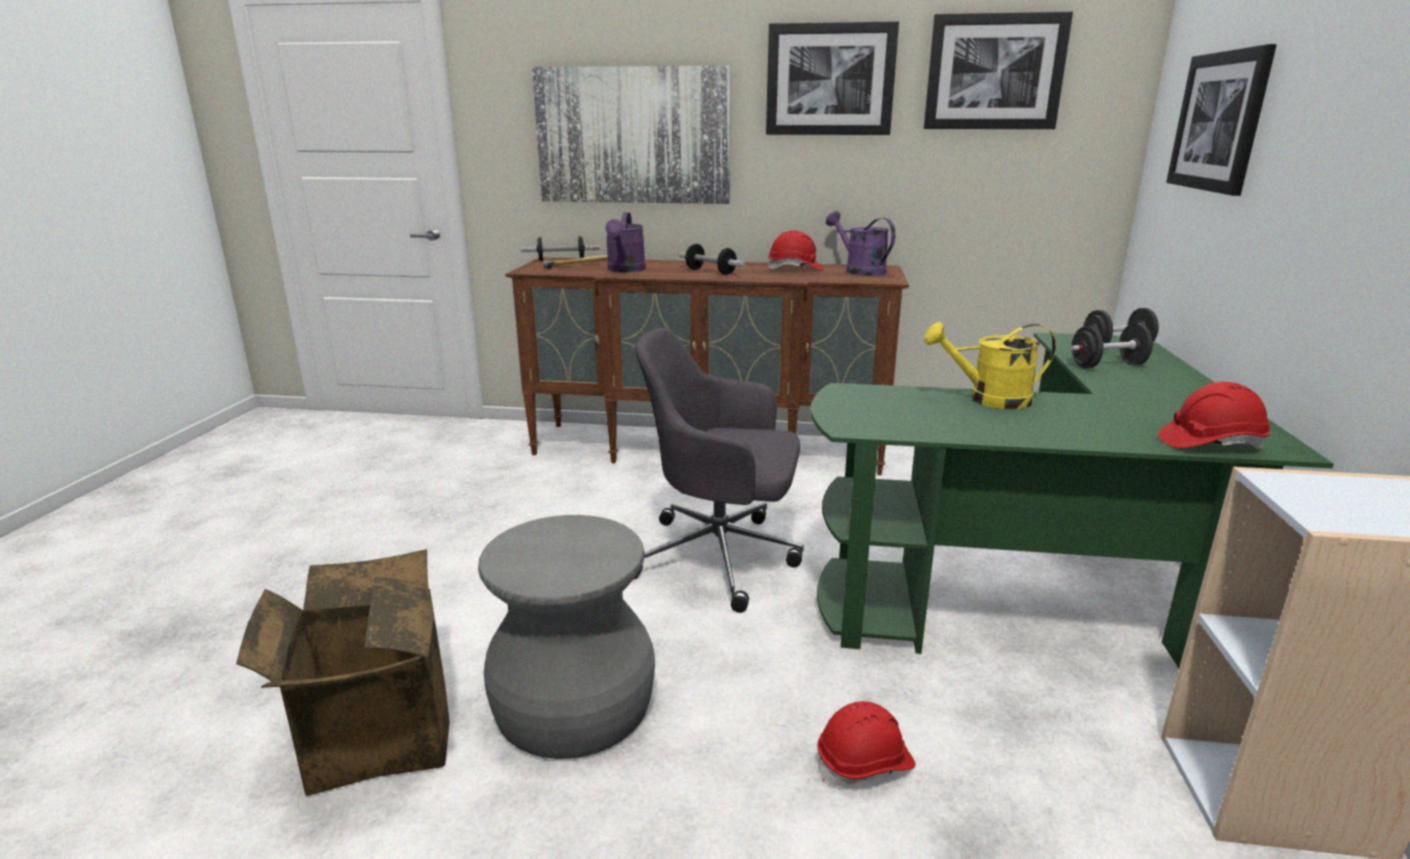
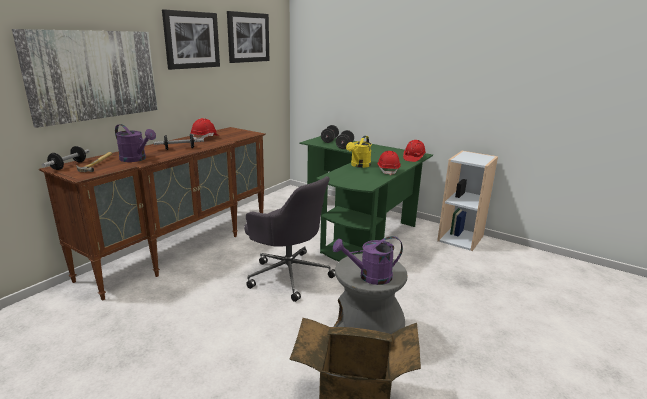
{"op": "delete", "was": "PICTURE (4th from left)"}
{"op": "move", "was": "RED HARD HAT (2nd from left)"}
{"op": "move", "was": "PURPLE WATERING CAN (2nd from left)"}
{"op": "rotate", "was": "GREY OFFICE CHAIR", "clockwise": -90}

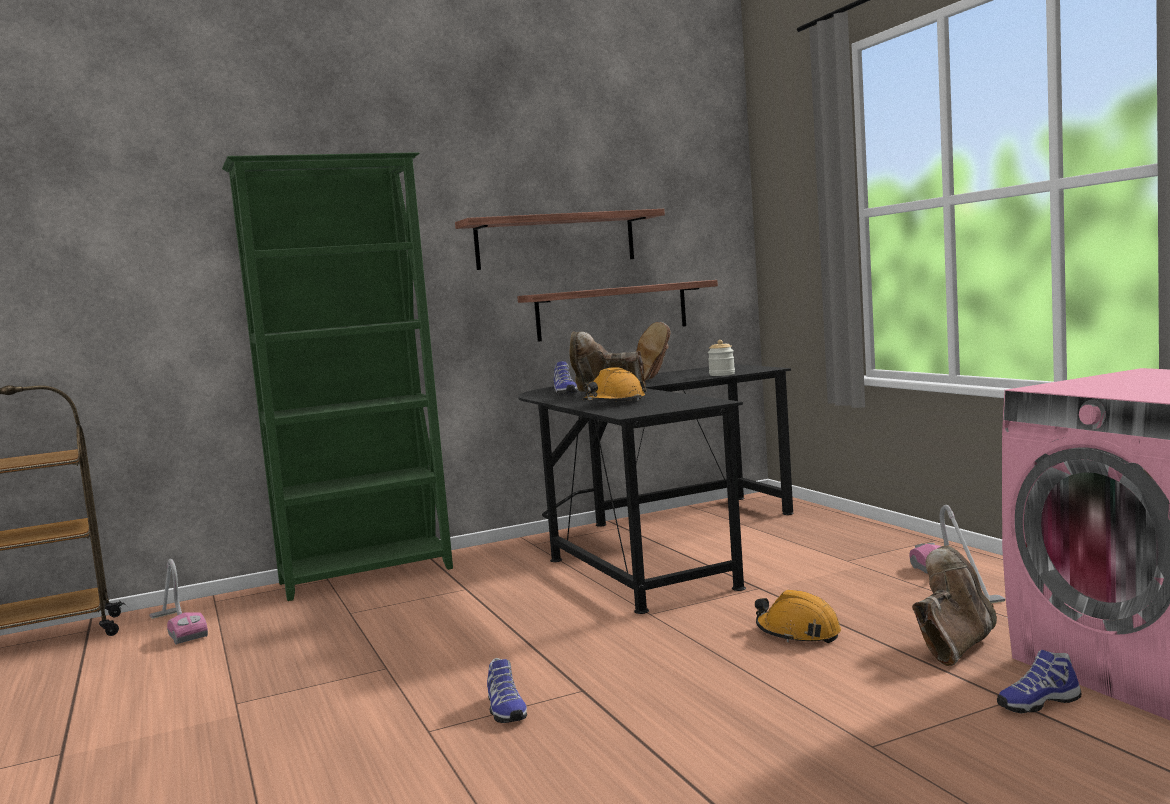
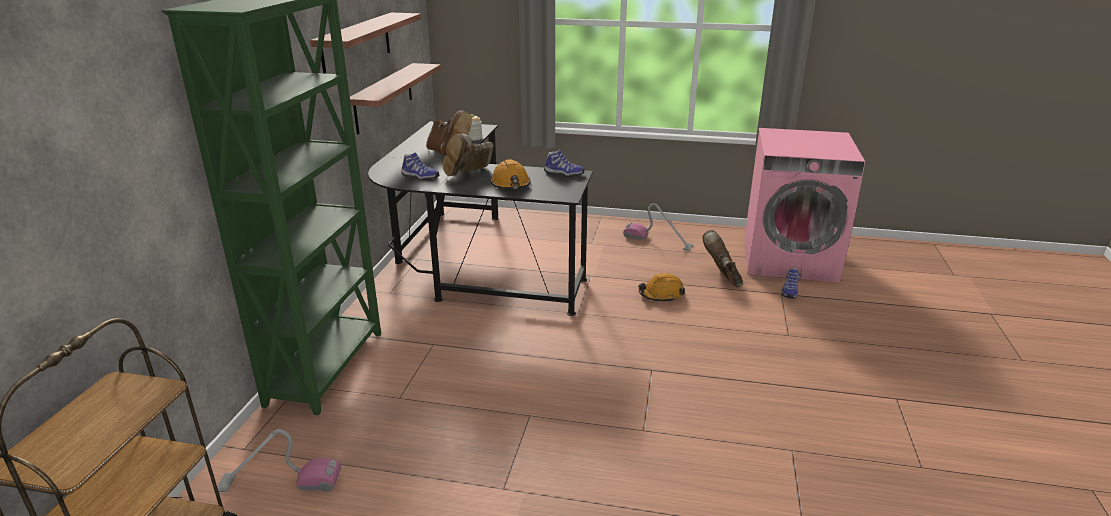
{"op": "move", "was": "SHOE (1st from left in the first image)", "now": "SHOE (2nd from left)"}

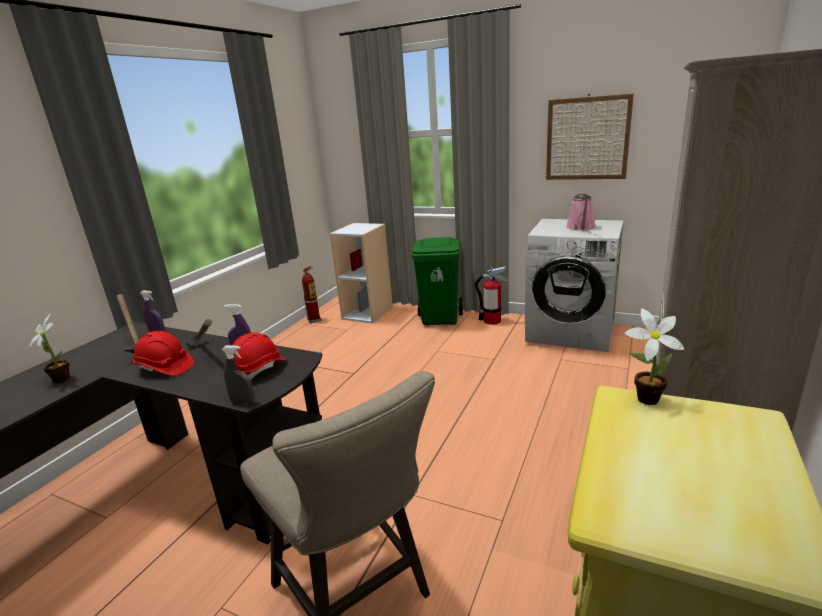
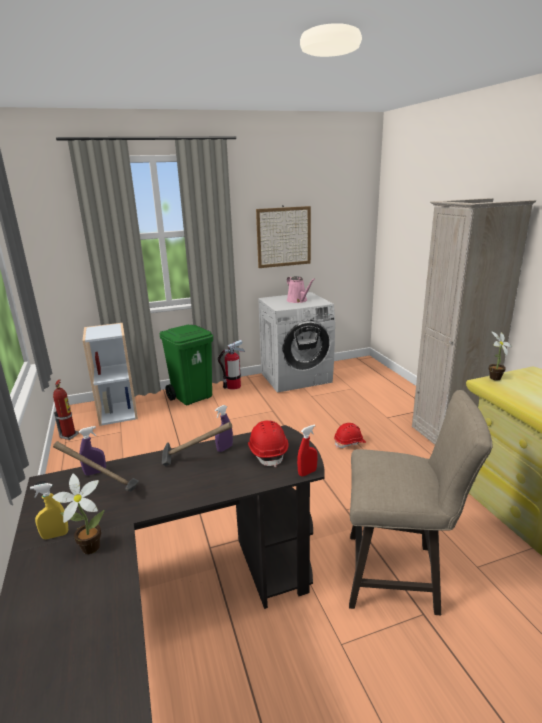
{"op": "insert", "now": "YELLOW SPRAY BOTTLE"}
{"op": "move", "was": "RED HARD HAT (1st from left in the first image)", "now": "RED HARD HAT (2nd from left)"}
{"op": "recolor", "was": "GREY SPRAY BOTTLE", "now": "RED SPRAY BOTTLE"}

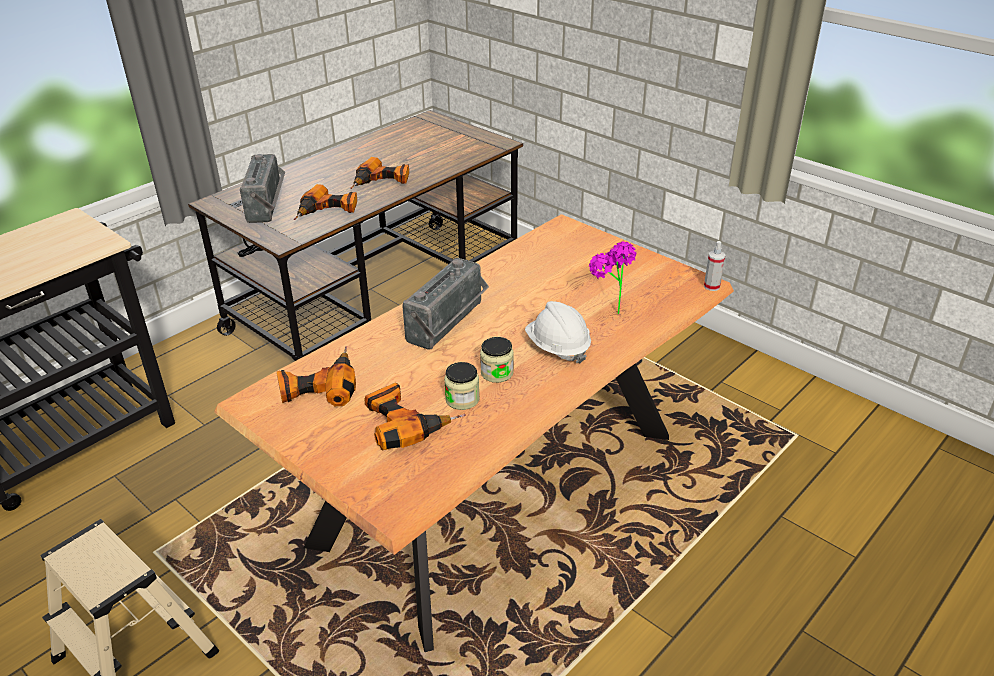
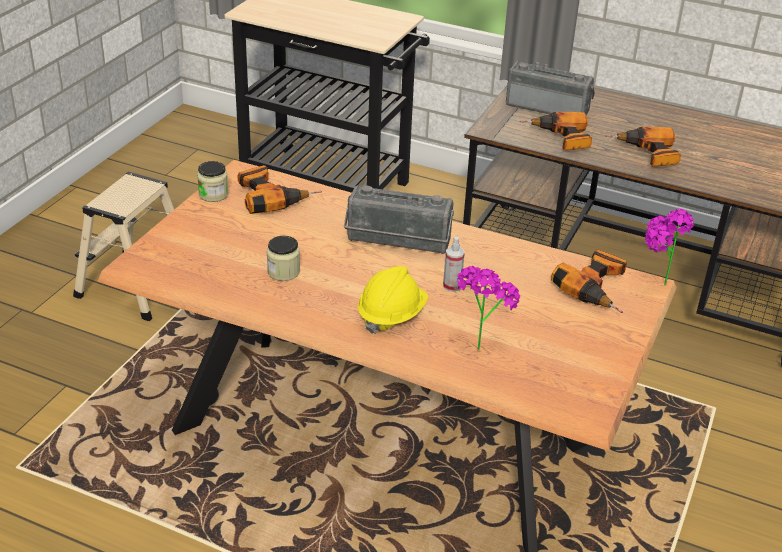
{"op": "insert", "now": "POTTED PLANT (2nd from left)"}
{"op": "move", "was": "POWER DRILL (4th from left in the first image)", "now": "POWER DRILL (3rd from left)"}
{"op": "move", "was": "JAR (2nd from left in the first image)", "now": "JAR (1st from left)"}
{"op": "move", "was": "SPRAY BOTTLE"}
{"op": "recolor", "was": "WHITE HARD HAT", "now": "YELLOW HARD HAT"}
{"op": "rotate", "was": "RADIO (1st from left in the first image)", "clockwise": -135}

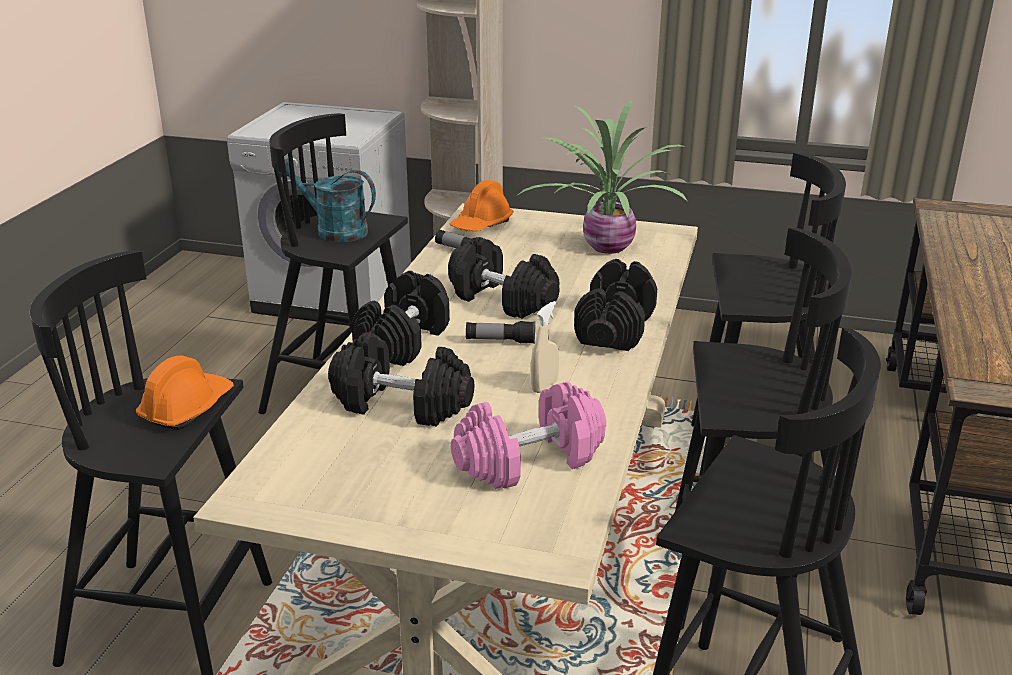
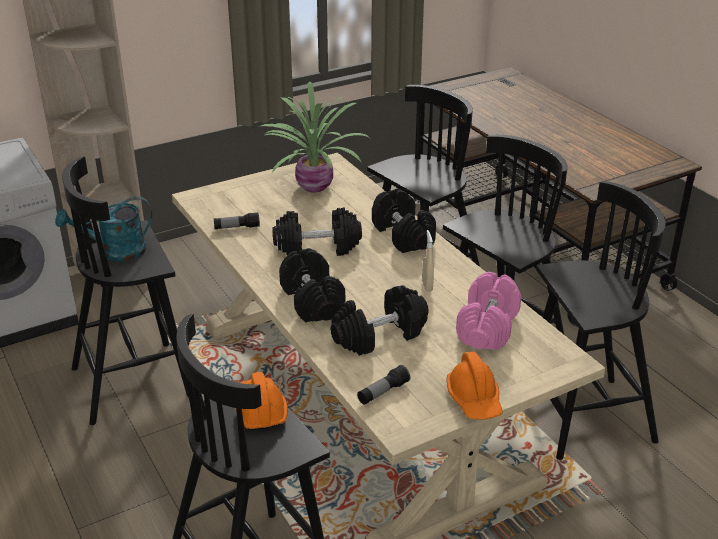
{"op": "move", "was": "ORANGE HARD HAT (2nd from left)"}
{"op": "move", "was": "FLASHLIGHT (2nd from left)"}

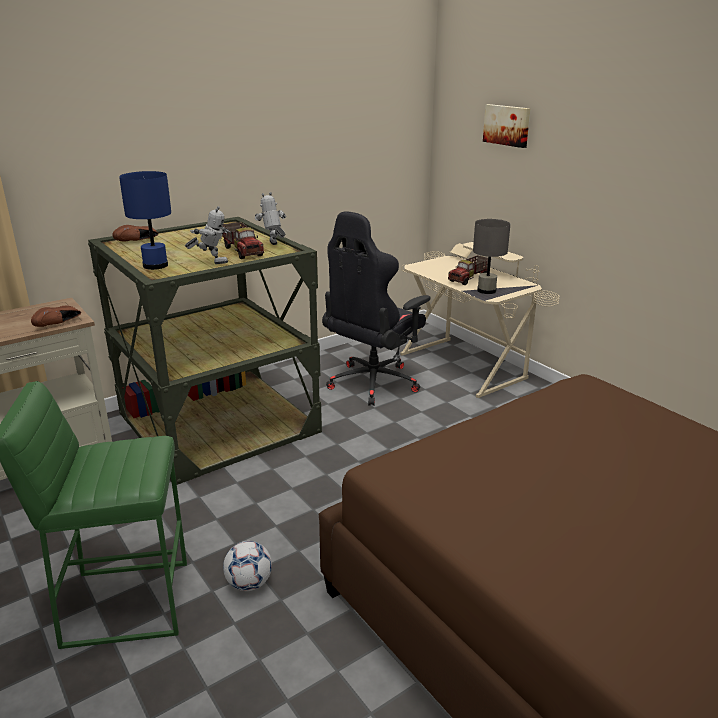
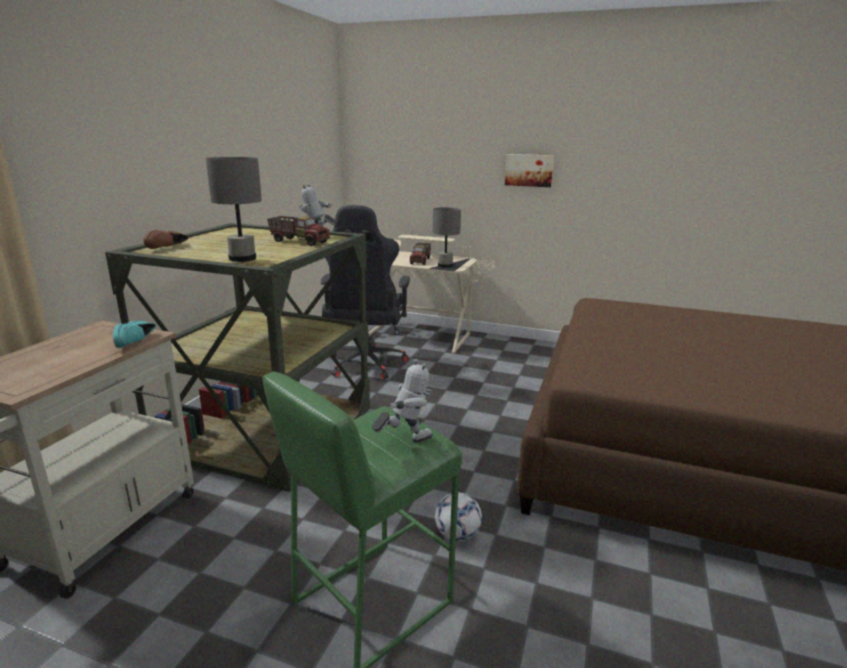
{"op": "move", "was": "TOY ROBOT (1st from left in the first image)", "now": "TOY ROBOT (2nd from left)"}
{"op": "move", "was": "PICTURE"}
{"op": "recolor", "was": "BROWN SHOE (1st from left)", "now": "TURQUOISE SHOE"}
{"op": "recolor", "was": "BLUE TABLE LAMP", "now": "GREY TABLE LAMP (1st from left)"}

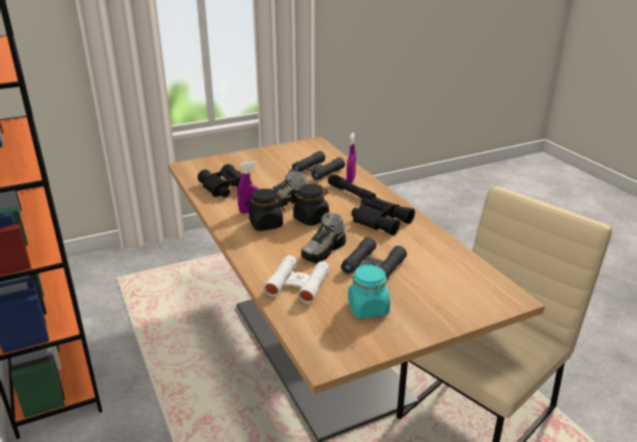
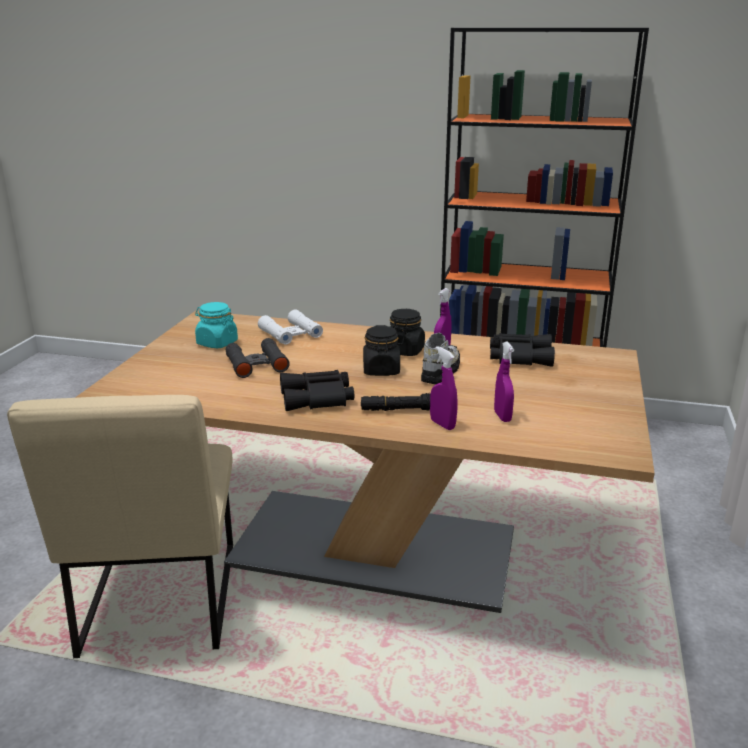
{"op": "delete", "was": "SHOE (2nd from left)"}
{"op": "replace", "was": "BLACK BINOCULARS (2nd from left)", "now": "PURPLE SPRAY BOTTLE (3rd from left)"}

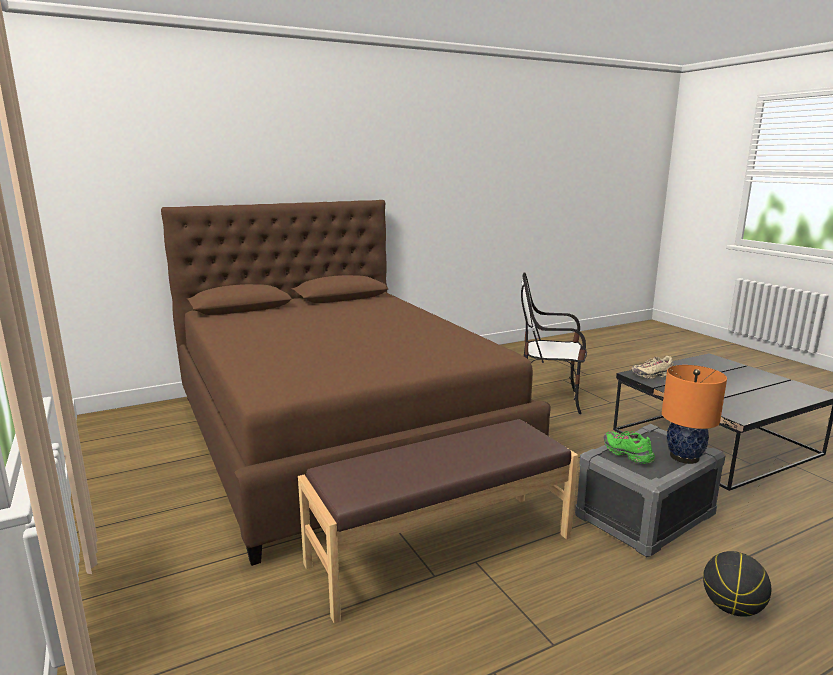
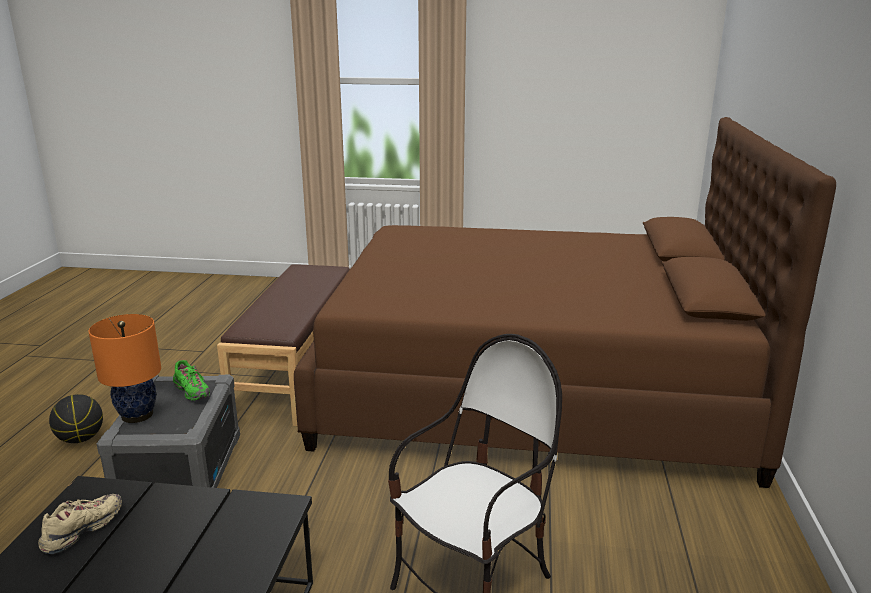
{"op": "move", "was": "BEIGE SHOE"}
{"op": "rotate", "was": "GREEN SHOE", "clockwise": 45}

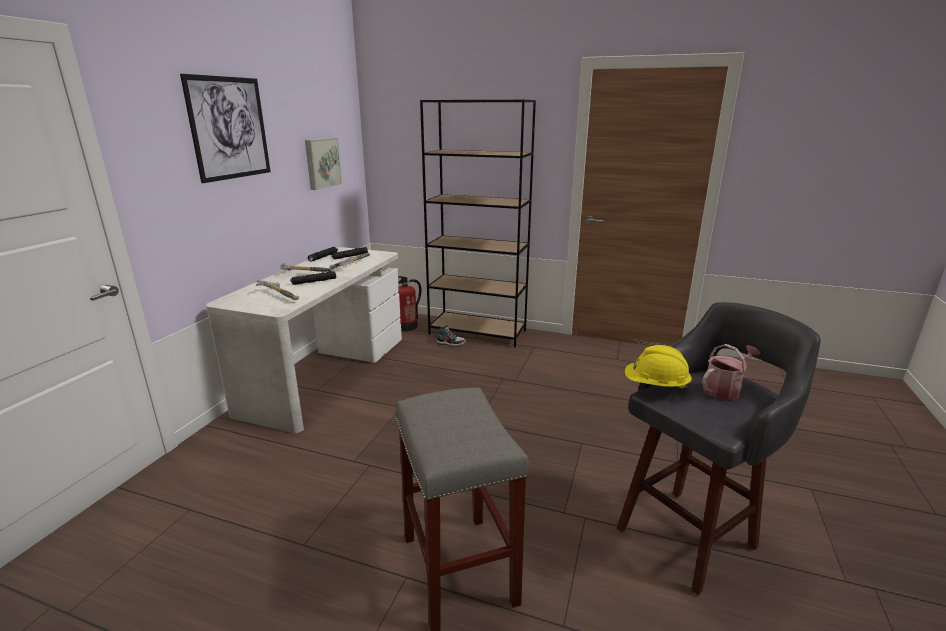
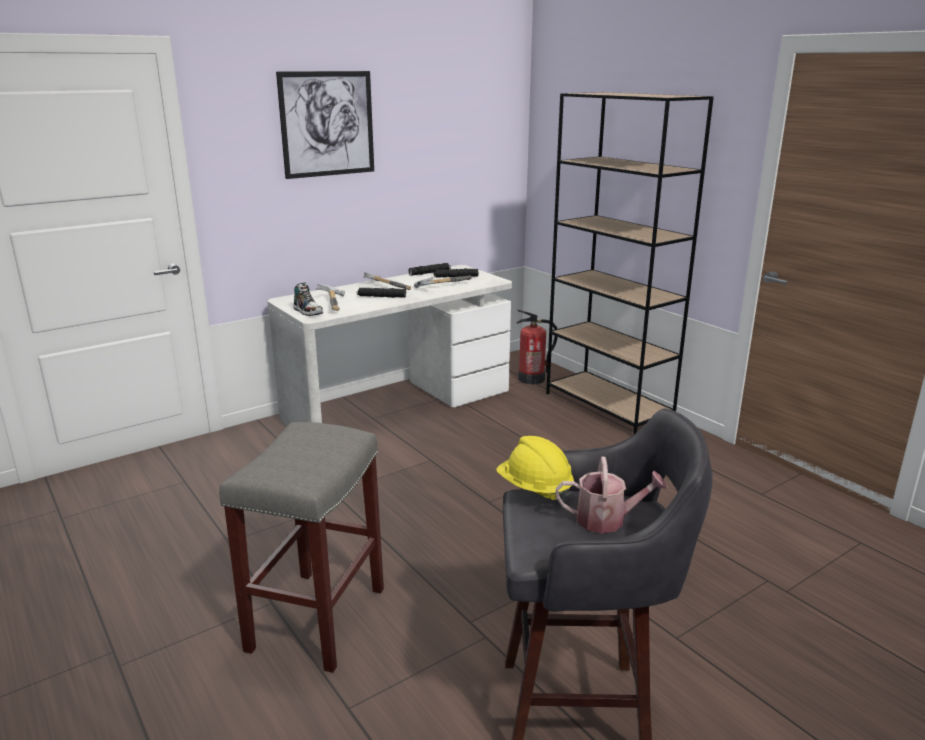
{"op": "delete", "was": "PICTURE (2nd from left)"}
{"op": "move", "was": "SHOE"}

